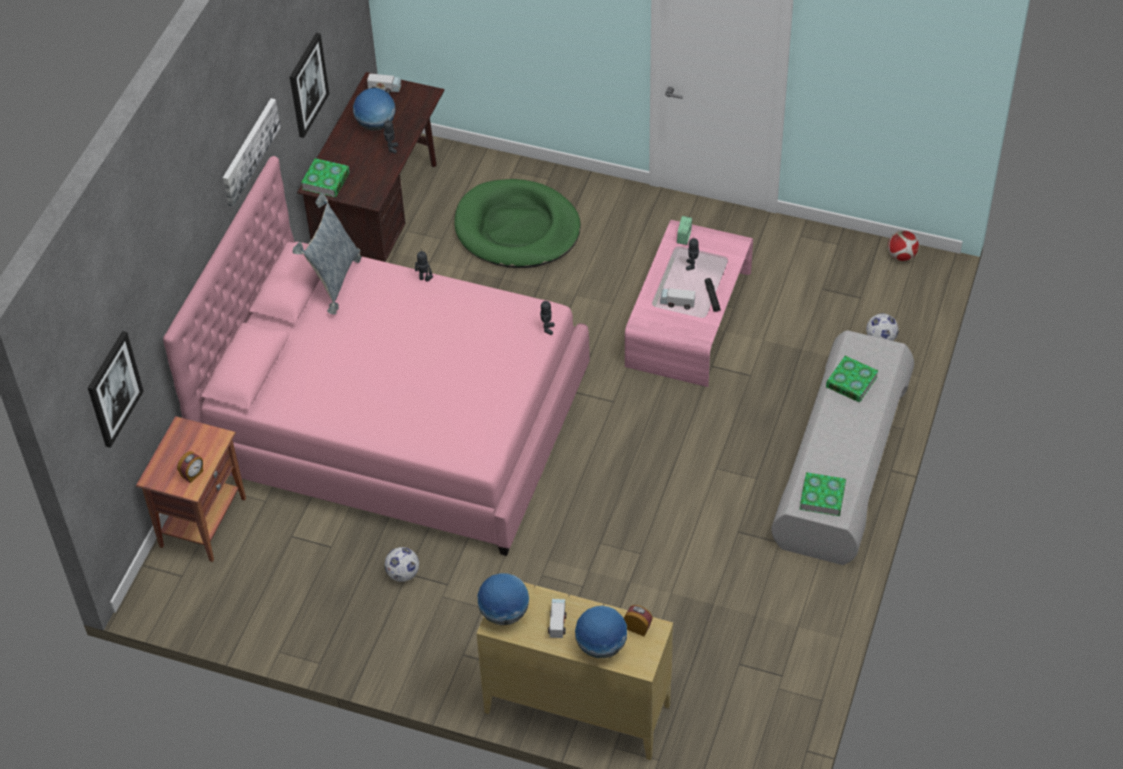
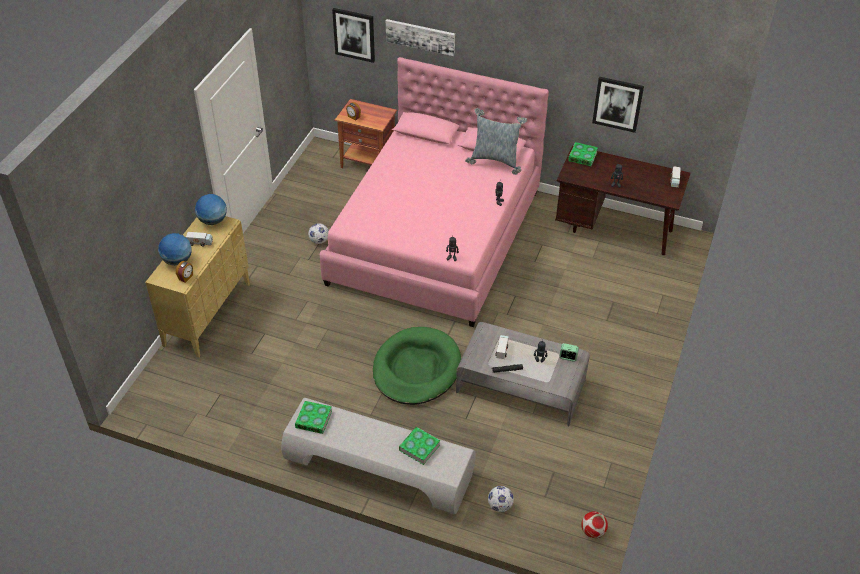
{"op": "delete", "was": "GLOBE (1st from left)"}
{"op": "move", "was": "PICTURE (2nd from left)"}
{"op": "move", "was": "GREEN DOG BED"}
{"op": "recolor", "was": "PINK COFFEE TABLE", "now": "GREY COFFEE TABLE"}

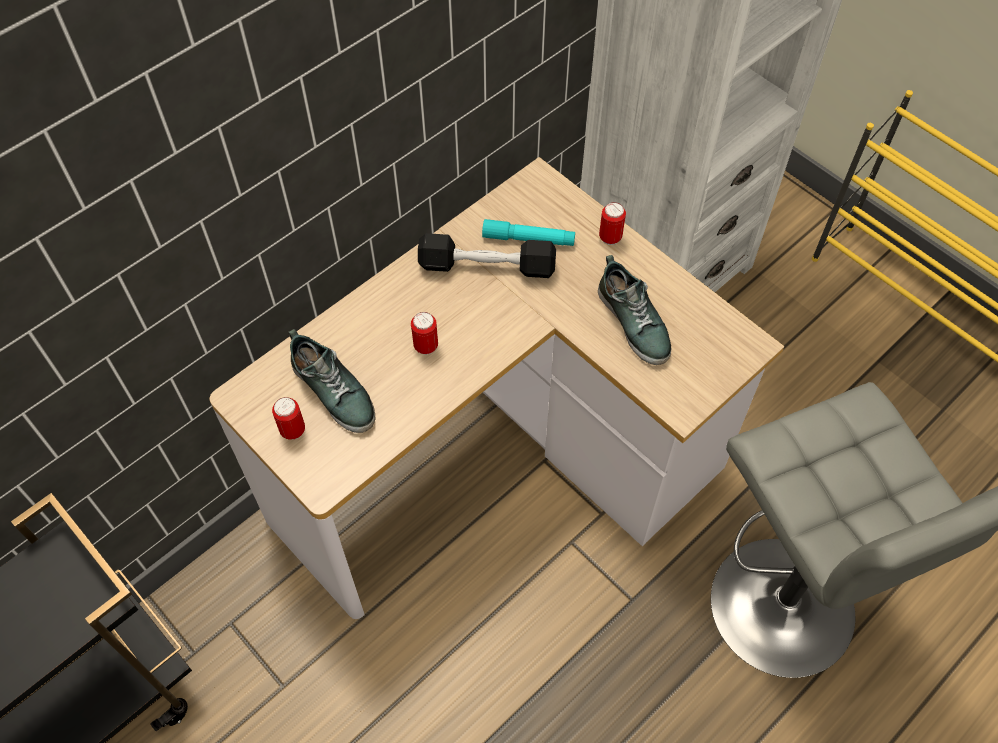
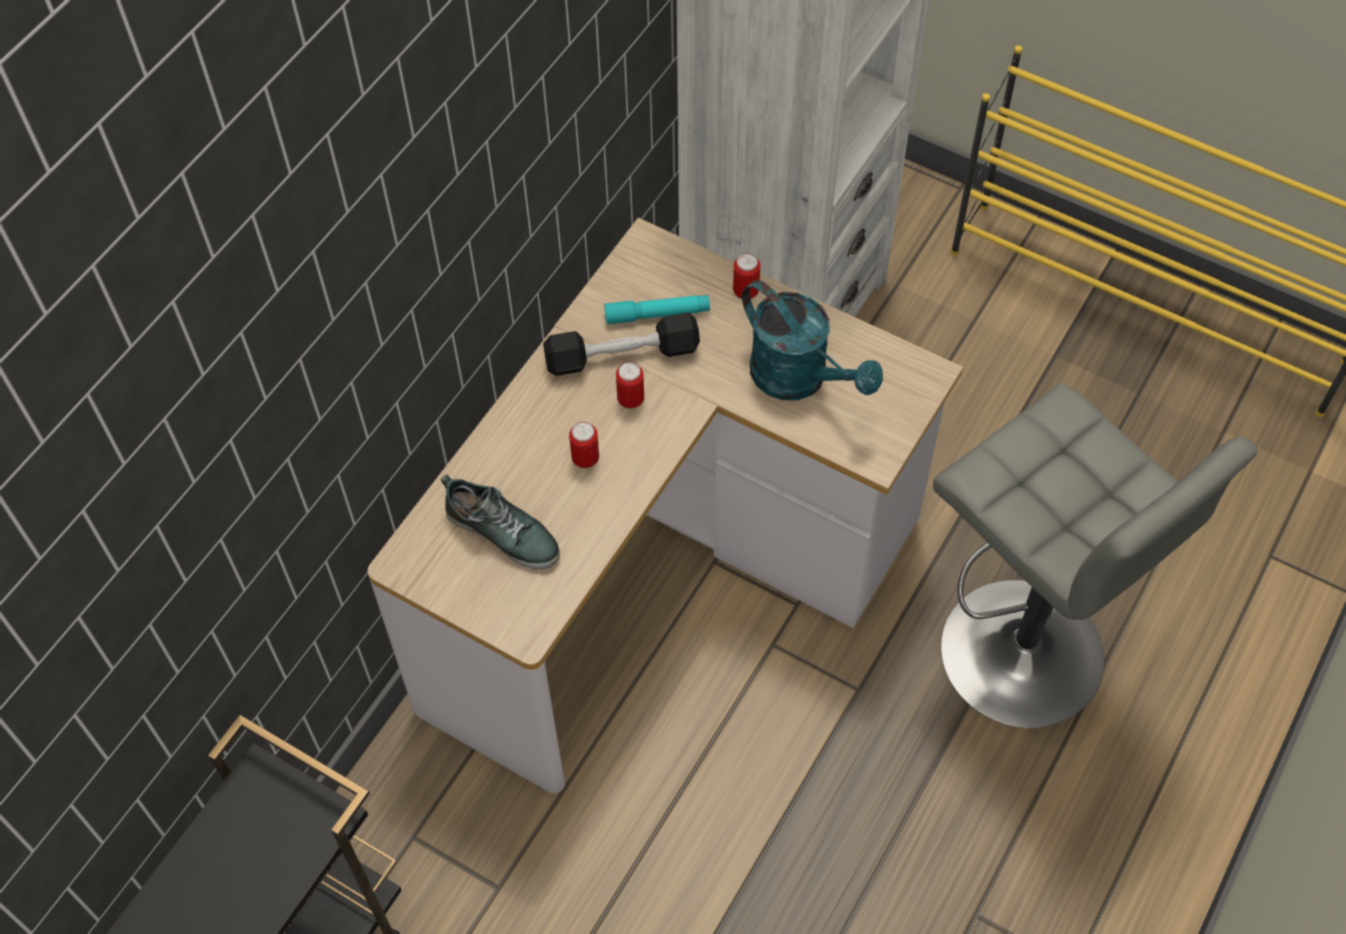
{"op": "move", "was": "CAN (1st from left in the first image)", "now": "CAN (2nd from left)"}
{"op": "replace", "was": "SHOE (2nd from left)", "now": "TURQUOISE WATERING CAN"}

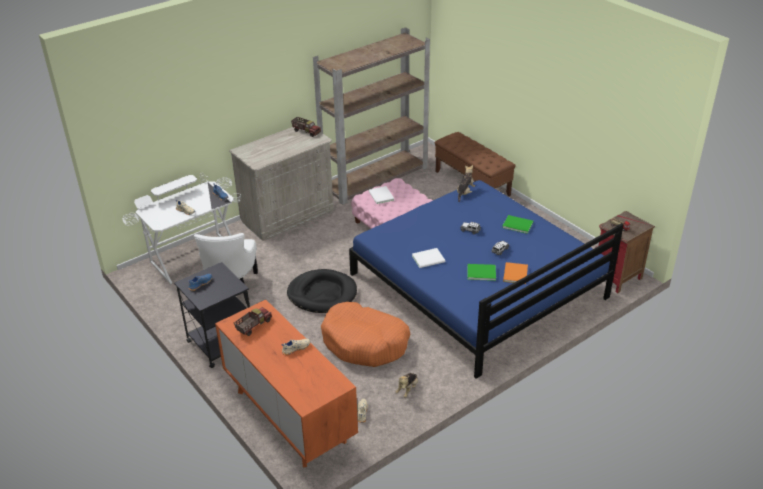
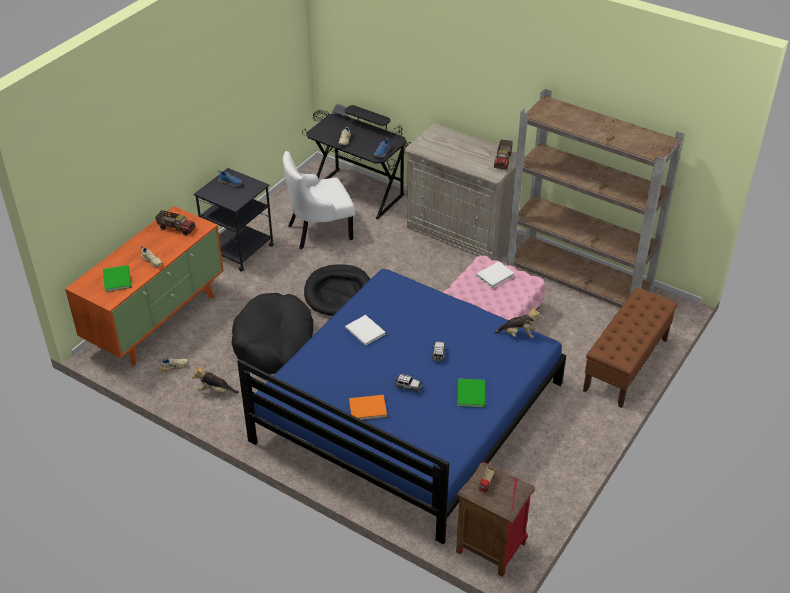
{"op": "move", "was": "GREEN BOOK (1st from left)"}
{"op": "recolor", "was": "WHITE DESK", "now": "BLACK DESK"}
{"op": "recolor", "was": "ORANGE DOG BED", "now": "BLACK DOG BED (1st from left)"}

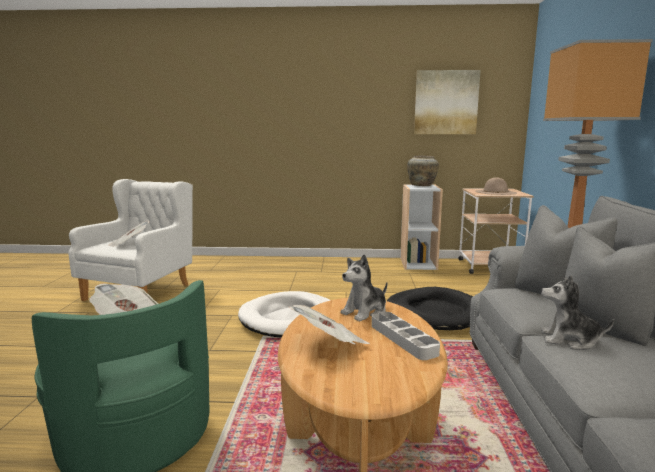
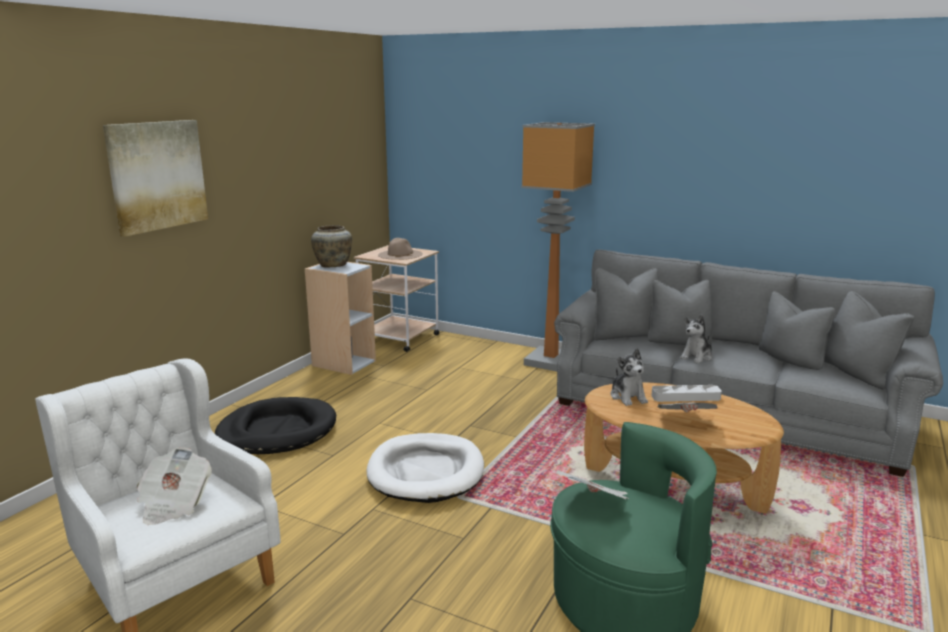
{"op": "move", "was": "BLACK DOG BED"}
{"op": "move", "was": "PICTURE"}

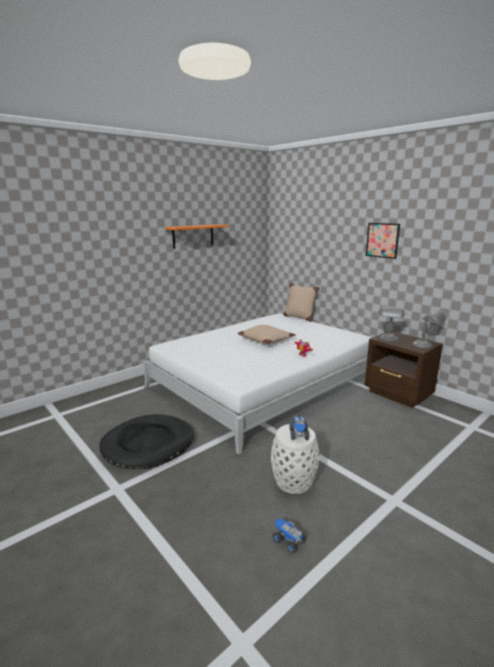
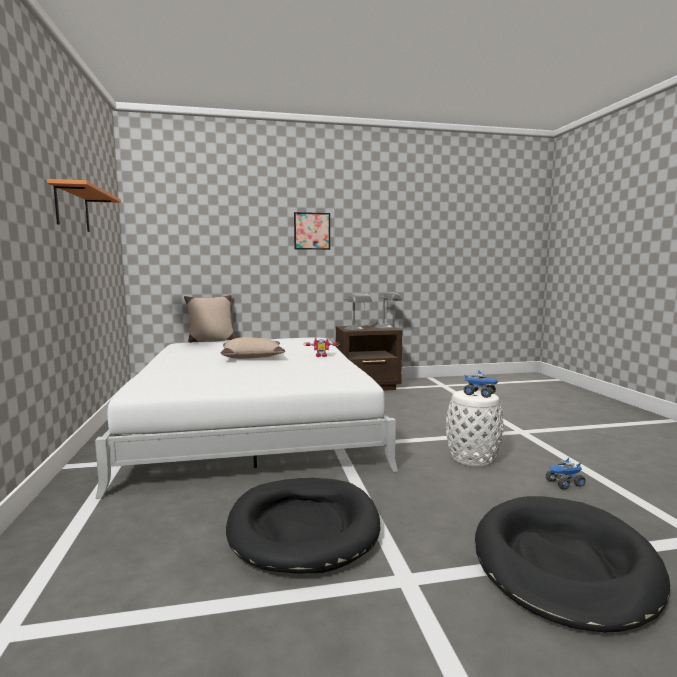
{"op": "insert", "now": "BLACK DOG BED (2nd from left)"}

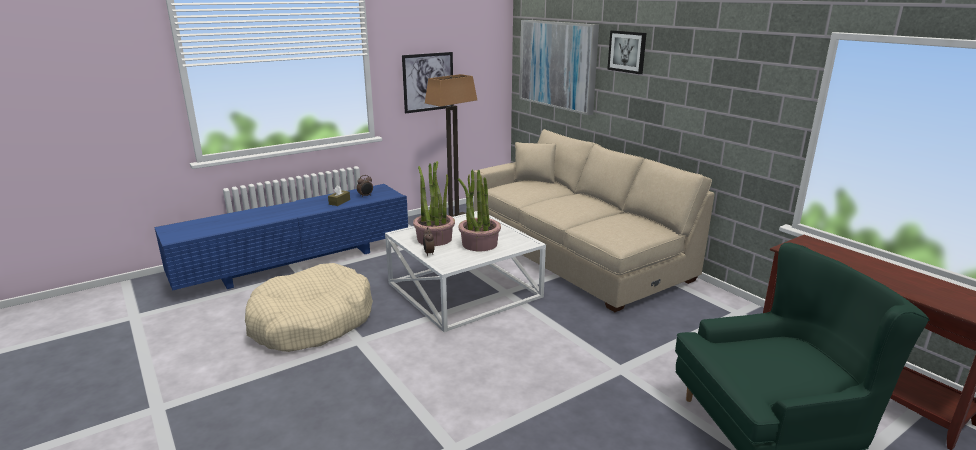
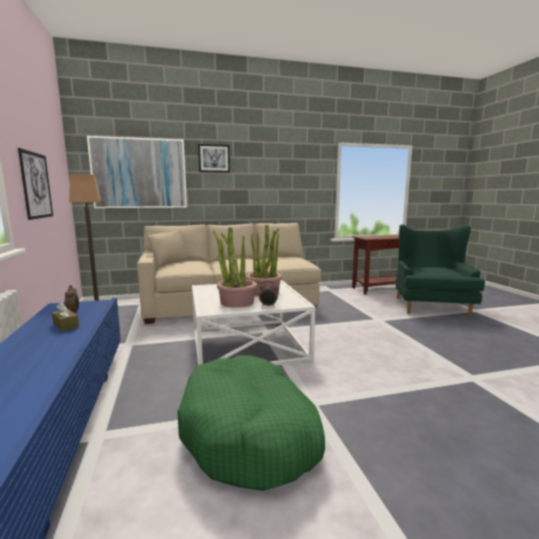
{"op": "recolor", "was": "BEIGE DOG BED", "now": "GREEN DOG BED"}

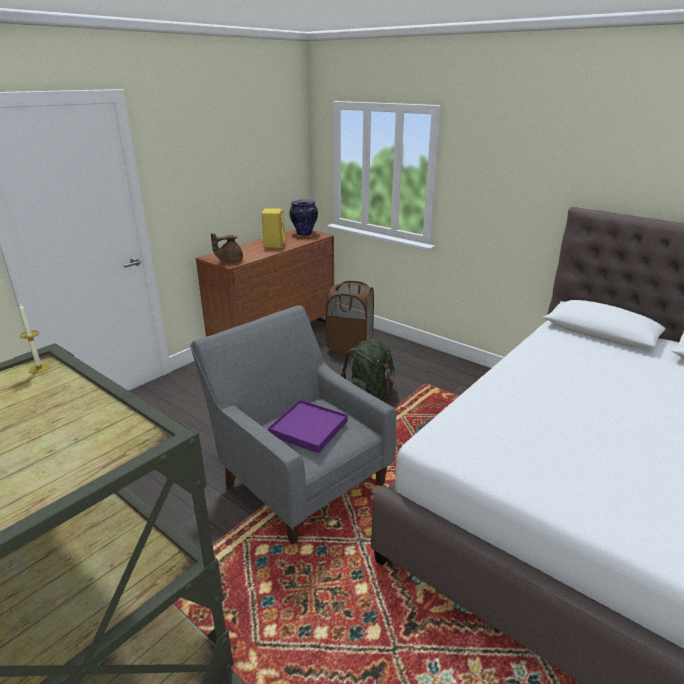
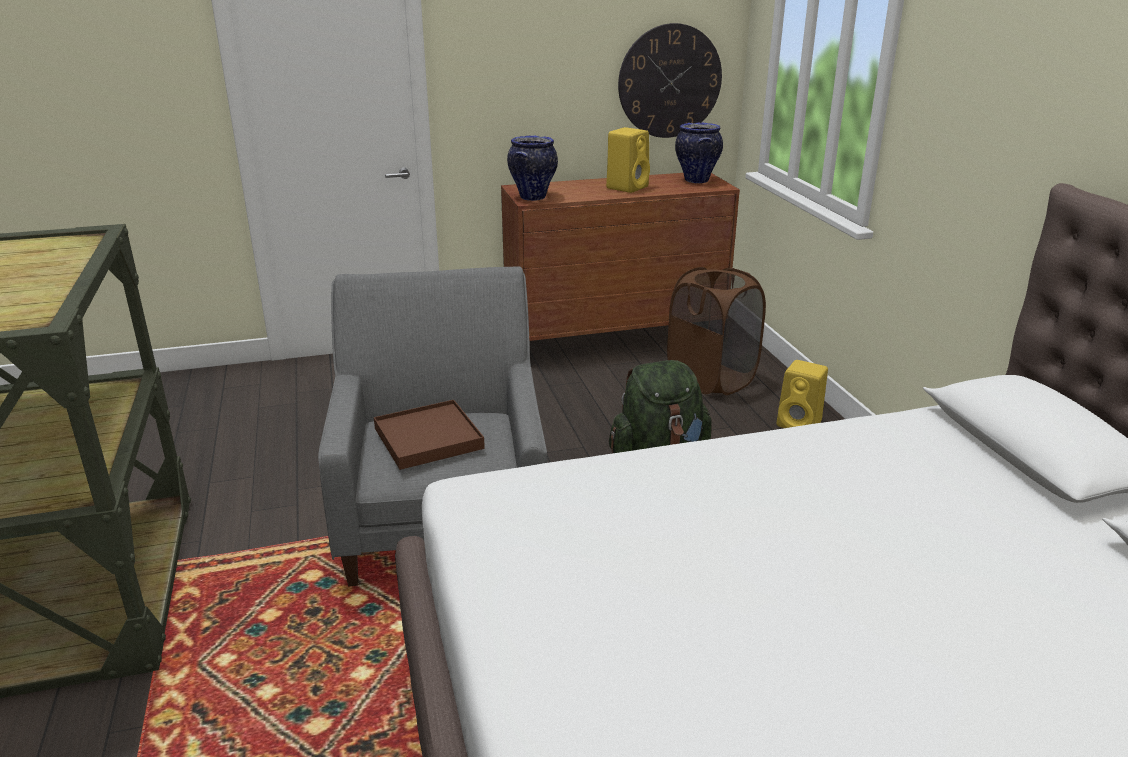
{"op": "delete", "was": "CANDLE"}
{"op": "insert", "now": "WALL CLOCK"}
{"op": "insert", "now": "YELLOW SPEAKER (2nd from left)"}
{"op": "replace", "was": "BROWN TEAPOT", "now": "VASE (1st from left)"}
{"op": "recolor", "was": "PURPLE TRAY", "now": "BROWN TRAY"}

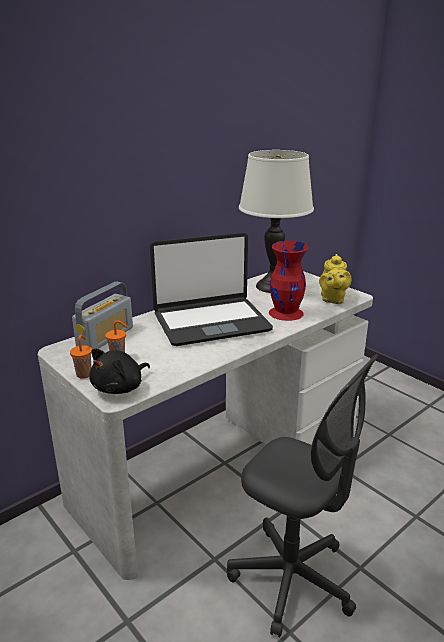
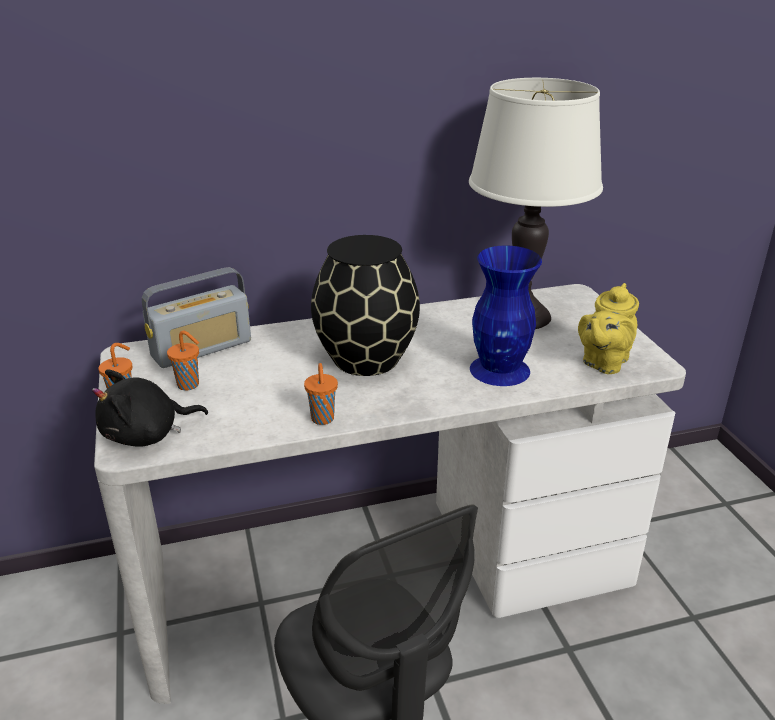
{"op": "insert", "now": "ORANGE CUP (3rd from left)"}
{"op": "replace", "was": "LAPTOP", "now": "BLACK VASE"}
{"op": "recolor", "was": "RED VASE", "now": "BLUE VASE"}

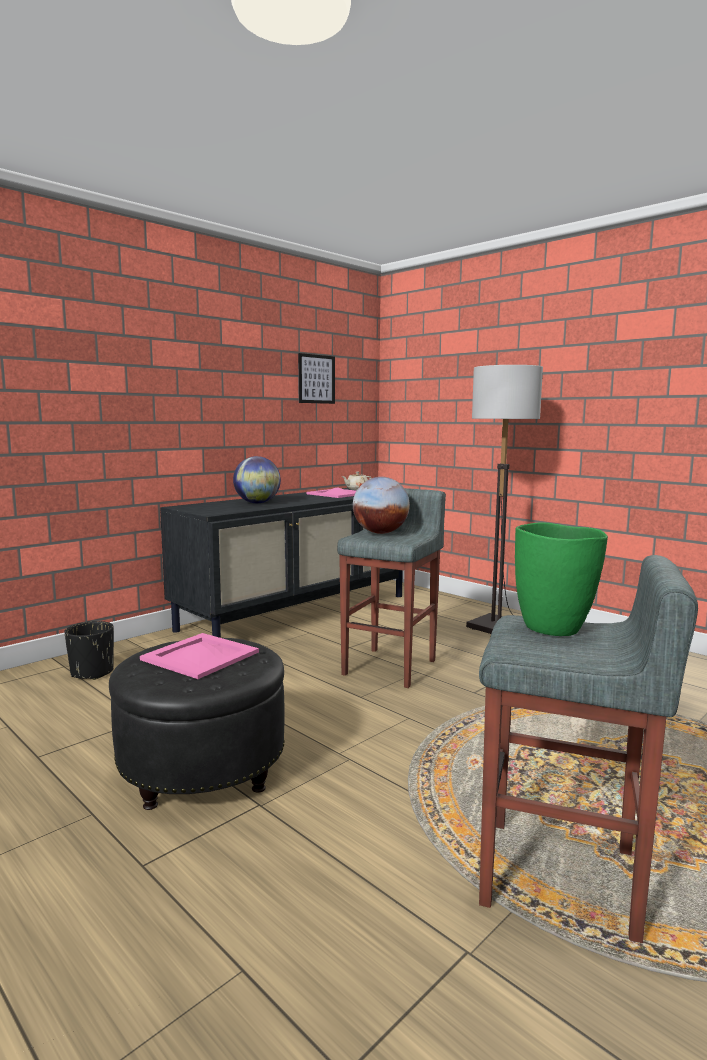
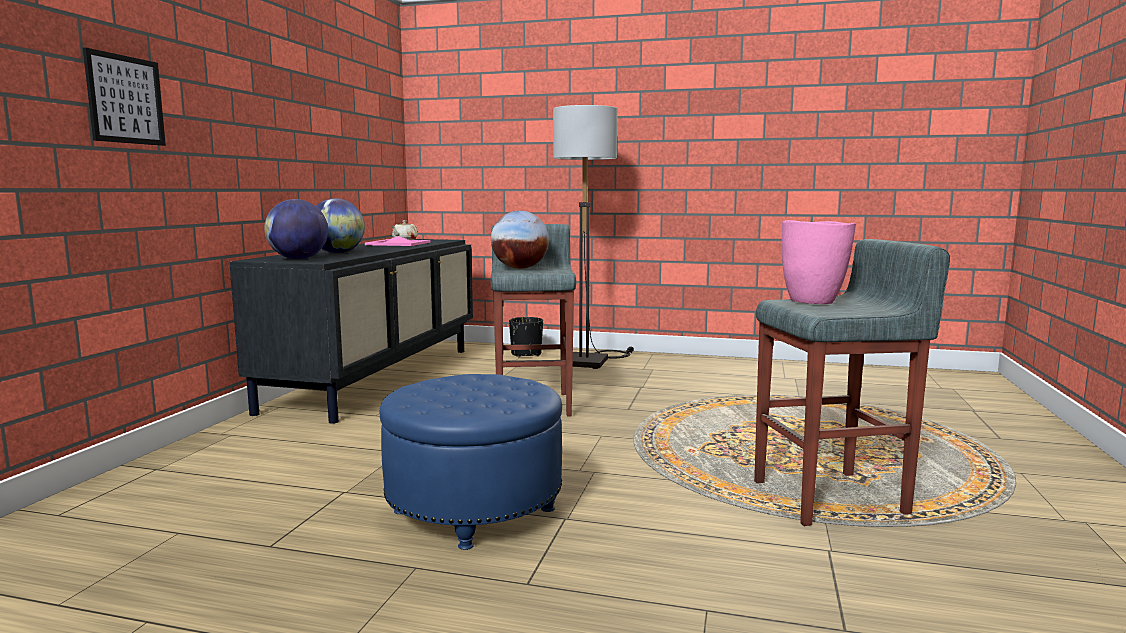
{"op": "delete", "was": "PINK TRAY (1st from left)"}
{"op": "insert", "now": "GLOBE (1st from left)"}
{"op": "move", "was": "BLACK PLANTER"}
{"op": "move", "was": "PICTURE"}
{"op": "recolor", "was": "BLACK OTTOMAN", "now": "BLUE OTTOMAN"}
{"op": "recolor", "was": "GREEN VASE", "now": "PINK VASE"}

